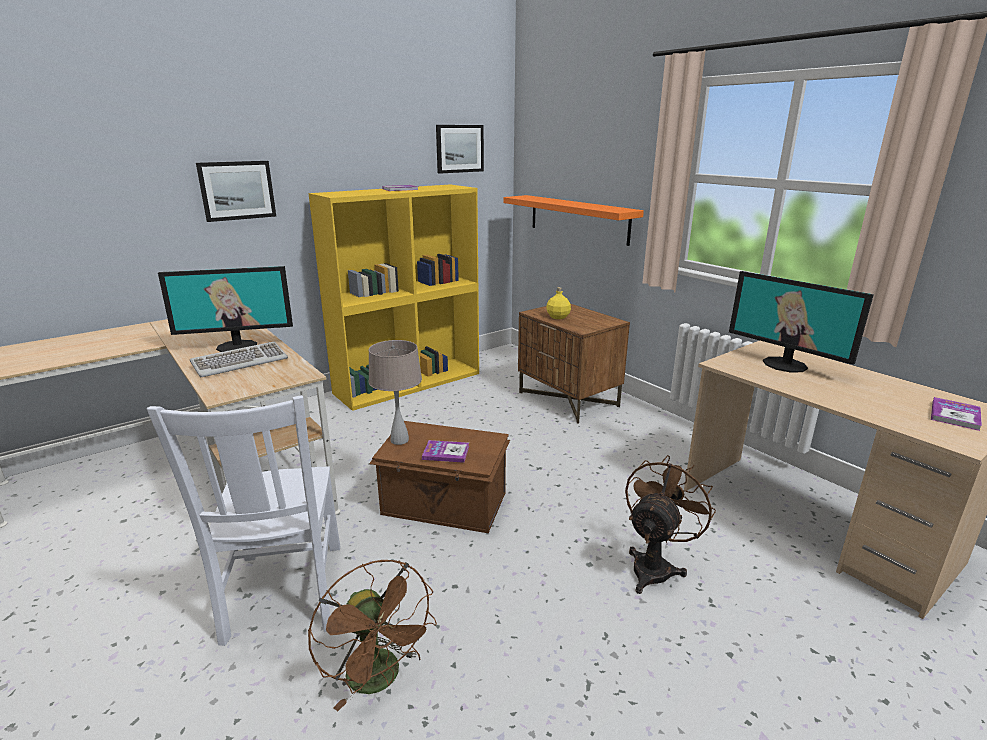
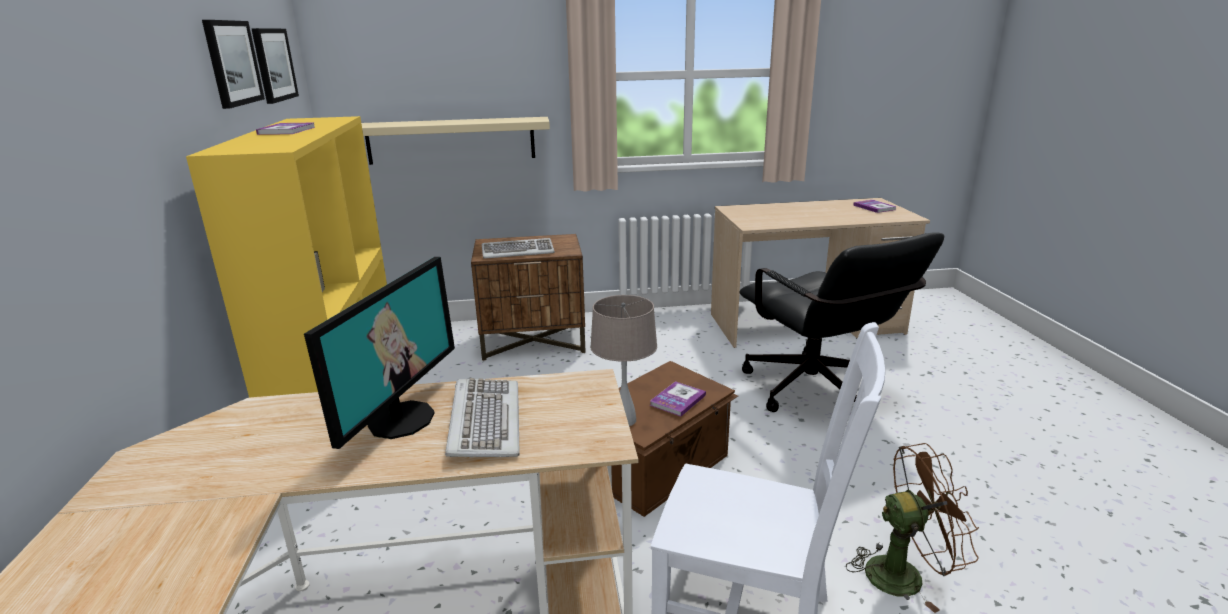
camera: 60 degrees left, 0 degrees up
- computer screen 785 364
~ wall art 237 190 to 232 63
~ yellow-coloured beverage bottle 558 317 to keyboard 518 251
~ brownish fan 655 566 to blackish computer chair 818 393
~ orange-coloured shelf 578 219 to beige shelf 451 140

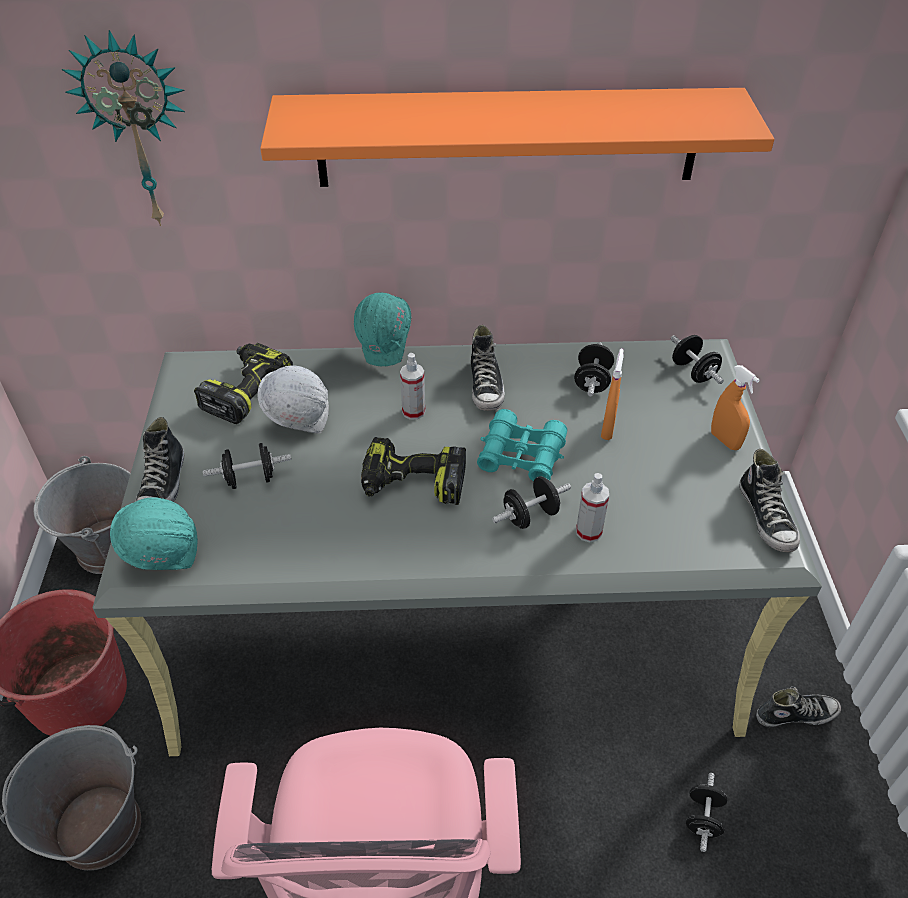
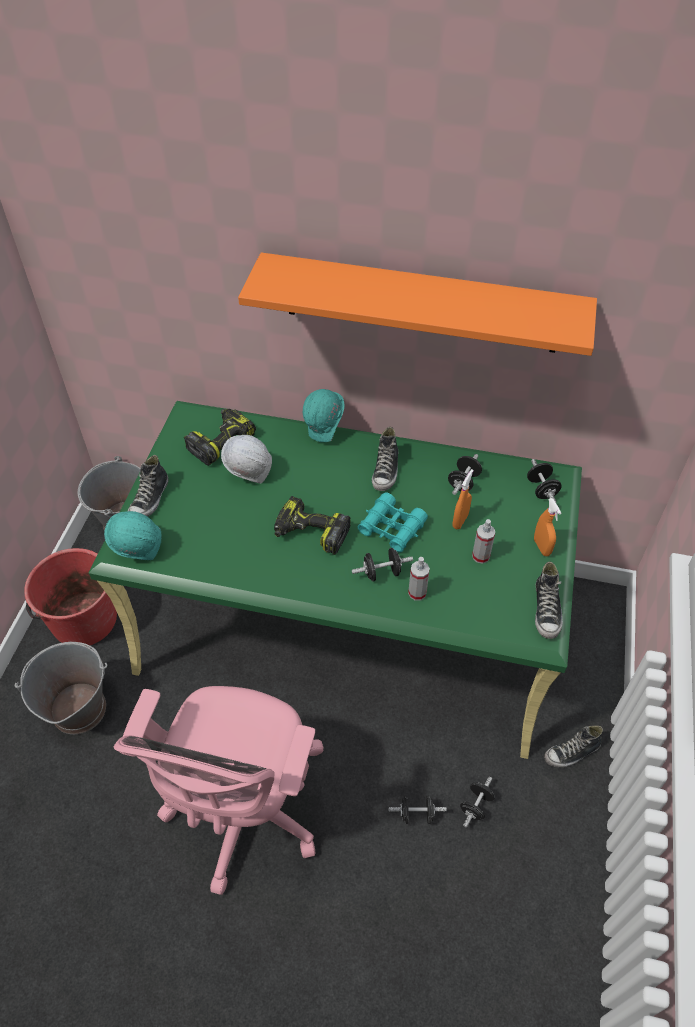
camera: 15 degrees right, 5 degrees up
- hanging clock 138 131
~ blackish hand weight 250 479 to 416 814
~ hand sprayer 413 411 to 481 556
~ gray desk 456 616 to green desk 349 625
~ shoe 795 714 = 572 753 150 degrees clockwise

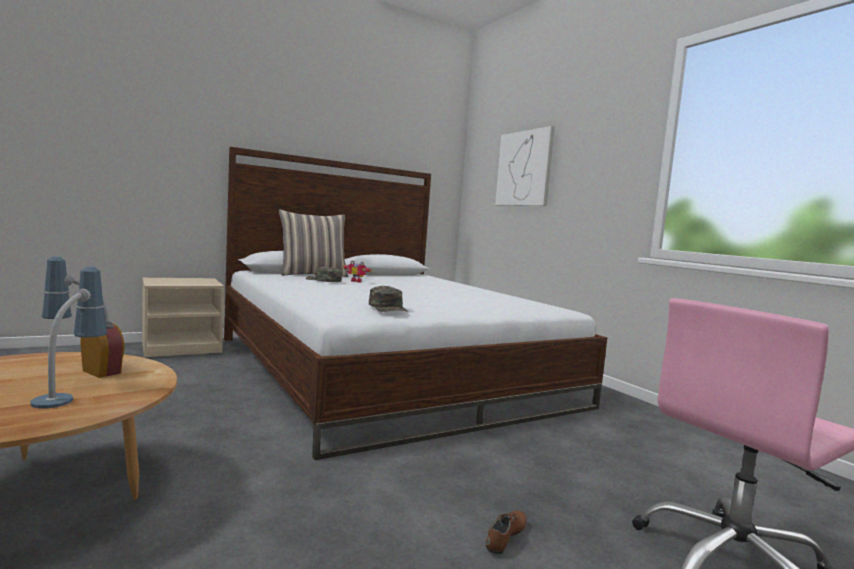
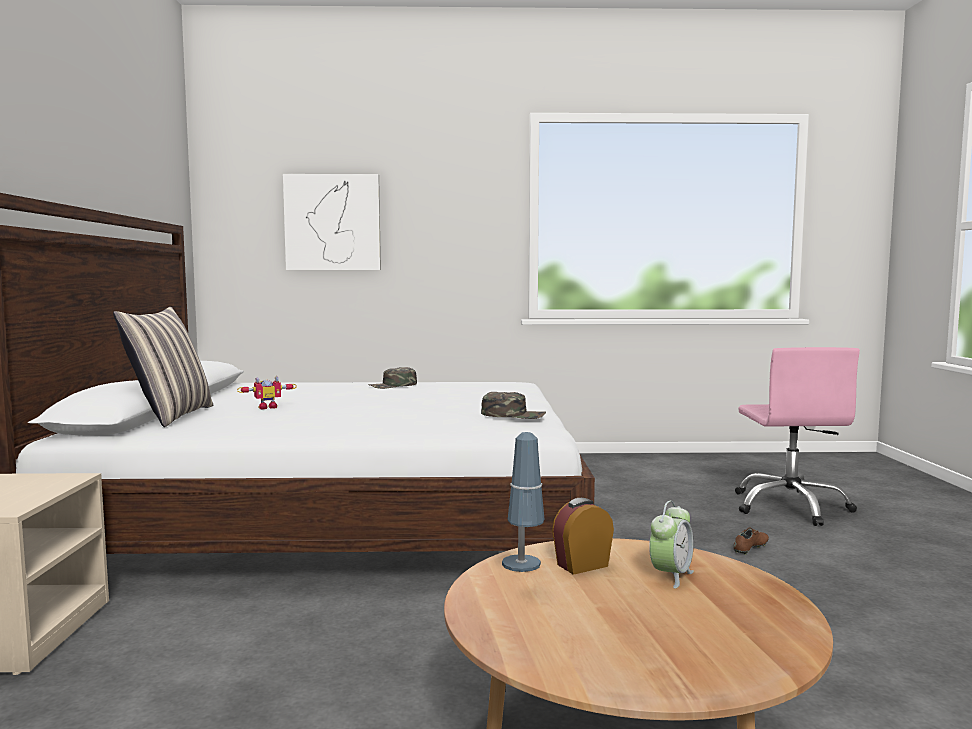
camera: 60 degrees left, 0 degrees up
~ green cap 323 280 to 393 386
~ lamp for a table 71 394 to alarm clock 670 576
~ brownish shoe 506 538 = 751 548 75 degrees clockwise

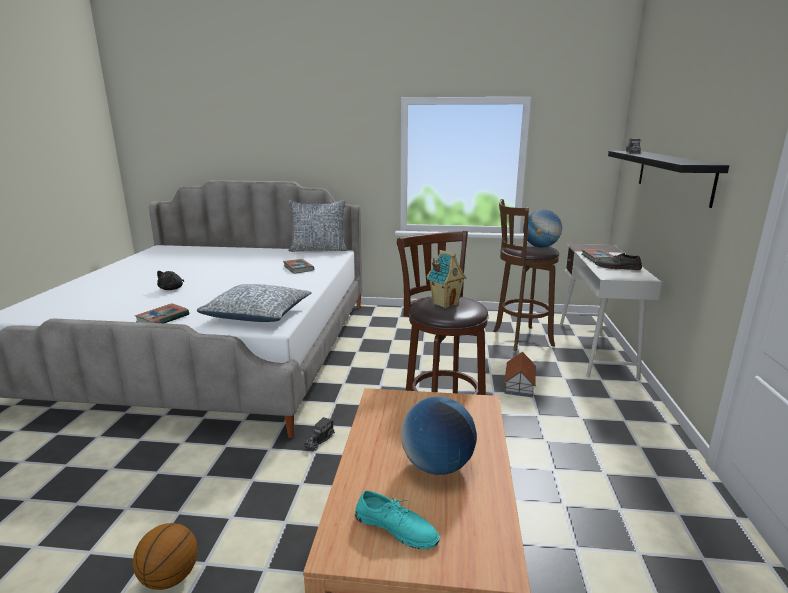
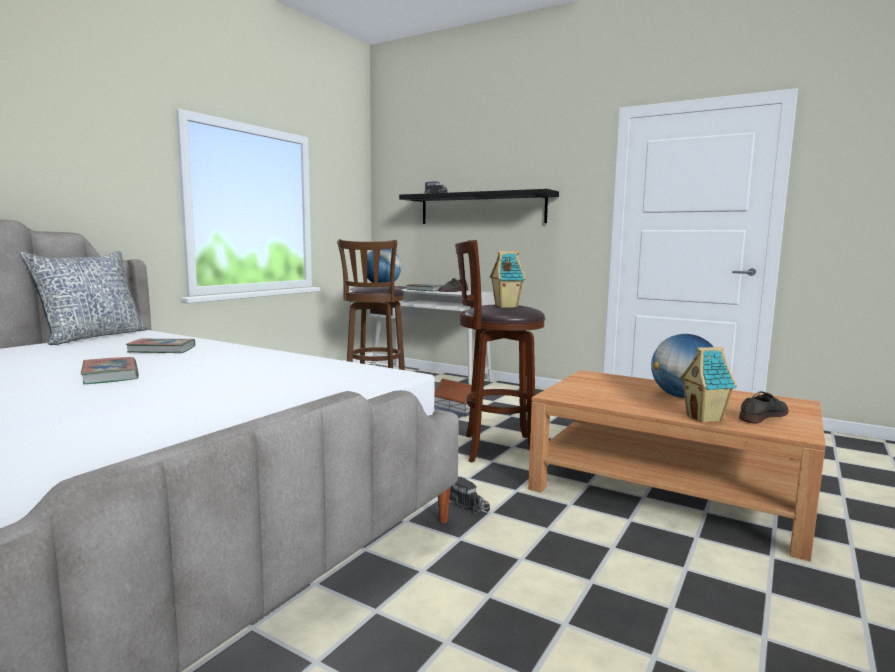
camera: 65 degrees left, 10 degrees down
- basketball 170 578
- blackish cuddly toy 172 289
- throw pillow 258 314
+ miniature house 705 418
~ bound book 163 318 to 110 375
~ turquoise shoe 396 527 to gray shoe 762 416

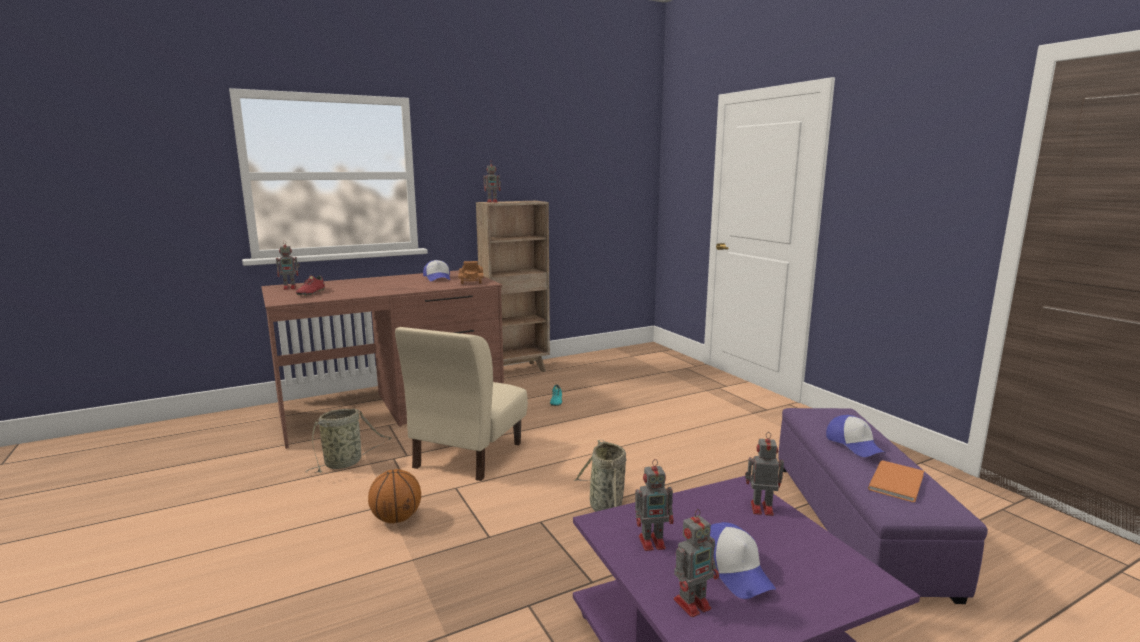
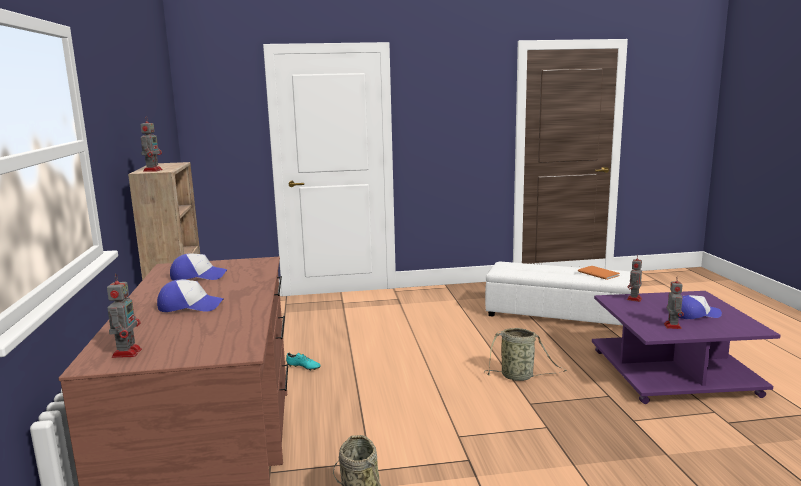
camera: 70 degrees left, 0 degrees up
- reddish shoe 311 293
- basketball 396 518
- beige upright chair 467 455
- toy truck 472 280
- toy robot 693 603
~ cap 854 444 to 190 306
~ purple footrest 857 523 to white footrest 559 315

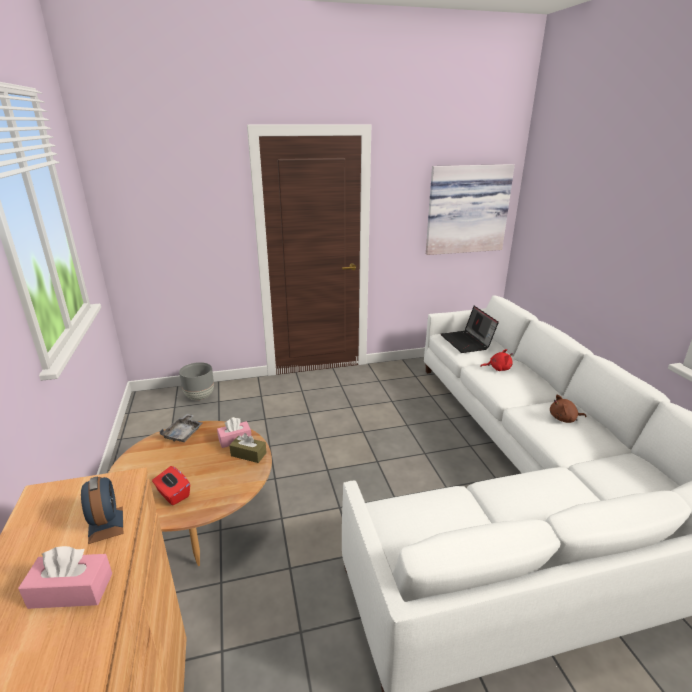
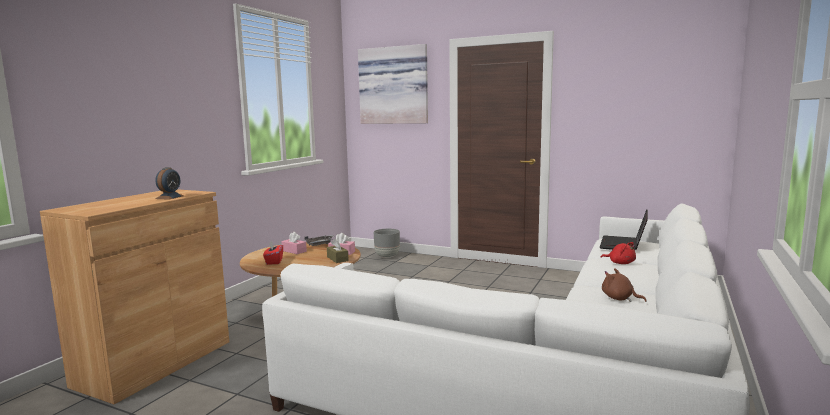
camera: 40 degrees right, 15 degrees down
~ pink tissue box 71 590 to 294 251
~ wall art 466 209 to 394 85

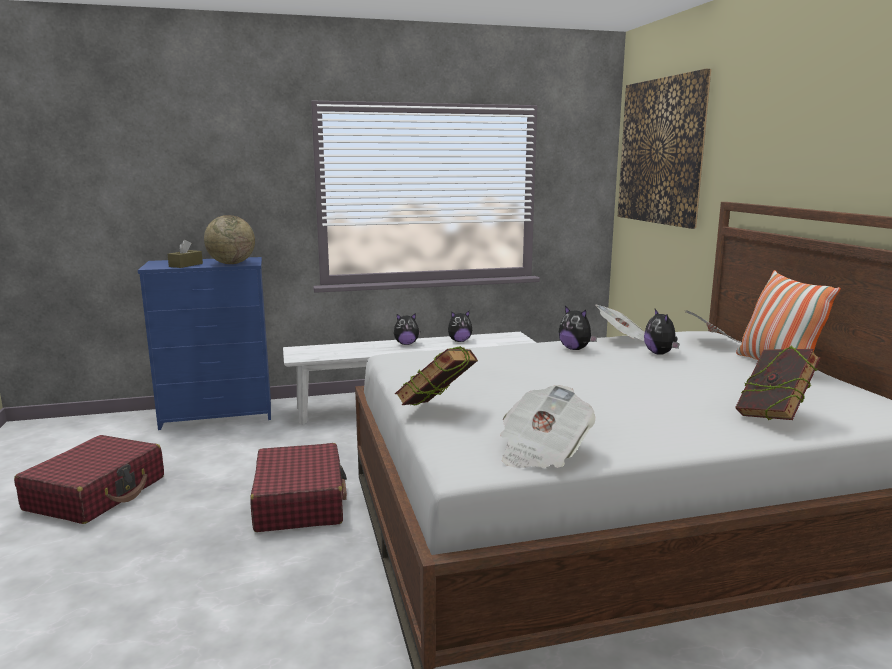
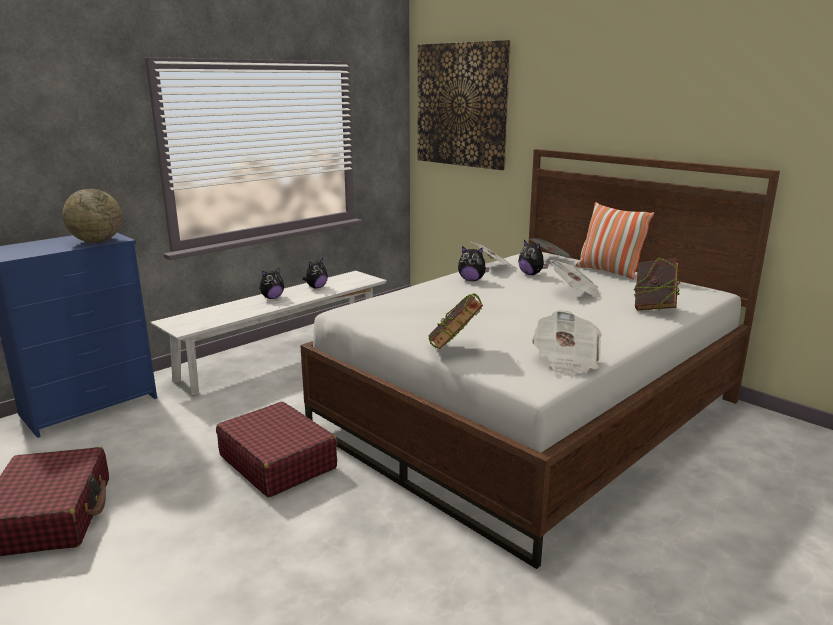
camera: 30 degrees left, 5 degrees up
- brownish tissue box 186 265
+ newspaper 576 293

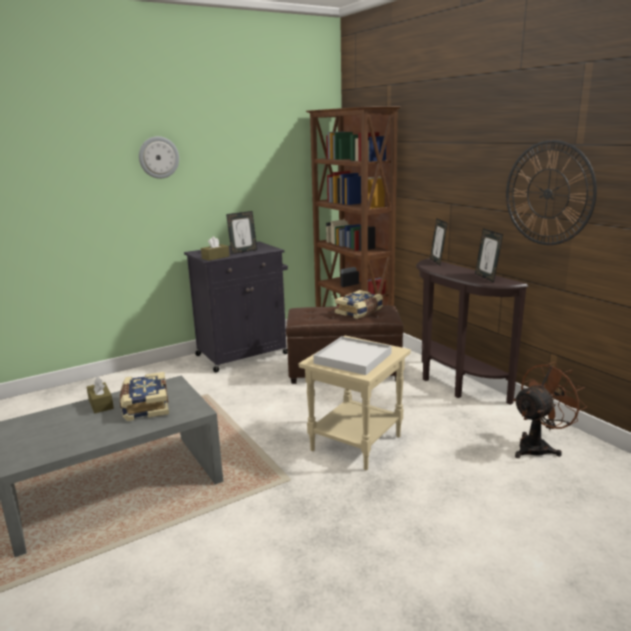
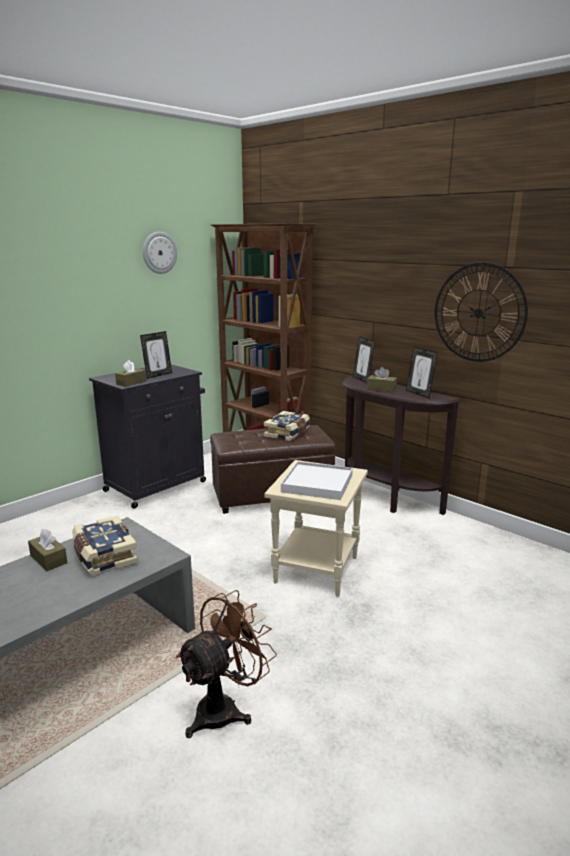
camera: 15 degrees left, 0 degrees up
+ brownish tissue box 381 389
~ hanging clock 158 157 to 159 252
~ brownish fan 538 446 to 225 708

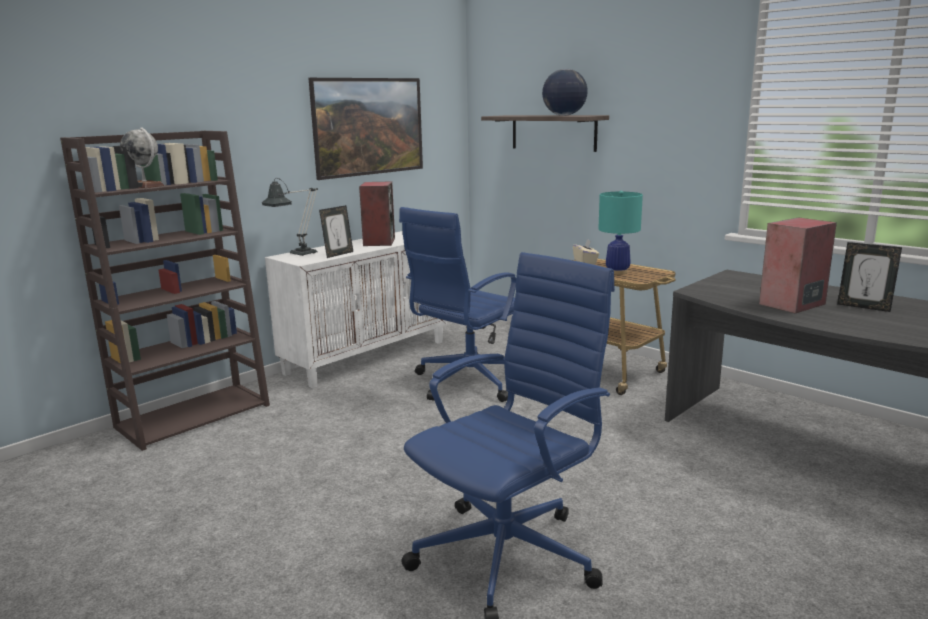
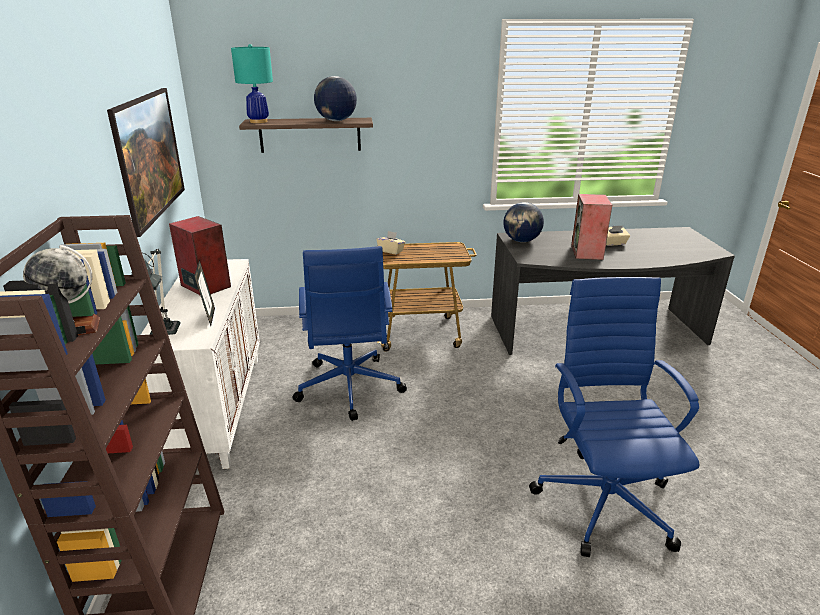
camera: 50 degrees left, 10 degrees up
+ desk globe 521 241
~ turquoise lamp for a table 617 272 to 258 121
~ photo frame 864 307 to beige tissue box 613 243

